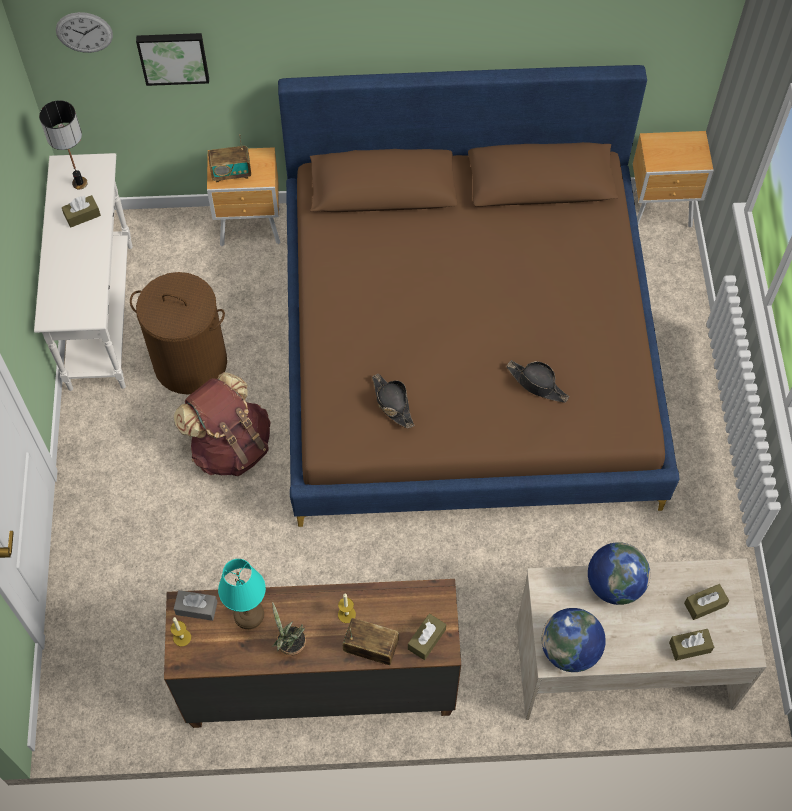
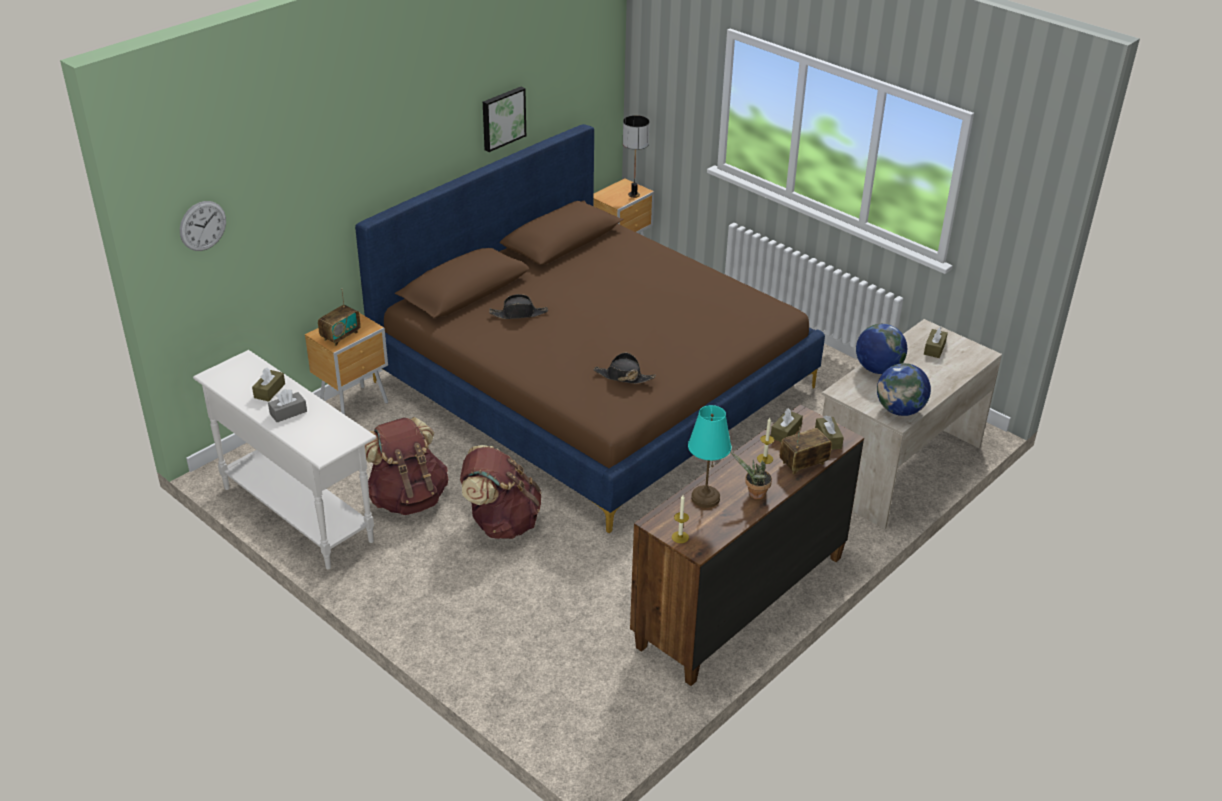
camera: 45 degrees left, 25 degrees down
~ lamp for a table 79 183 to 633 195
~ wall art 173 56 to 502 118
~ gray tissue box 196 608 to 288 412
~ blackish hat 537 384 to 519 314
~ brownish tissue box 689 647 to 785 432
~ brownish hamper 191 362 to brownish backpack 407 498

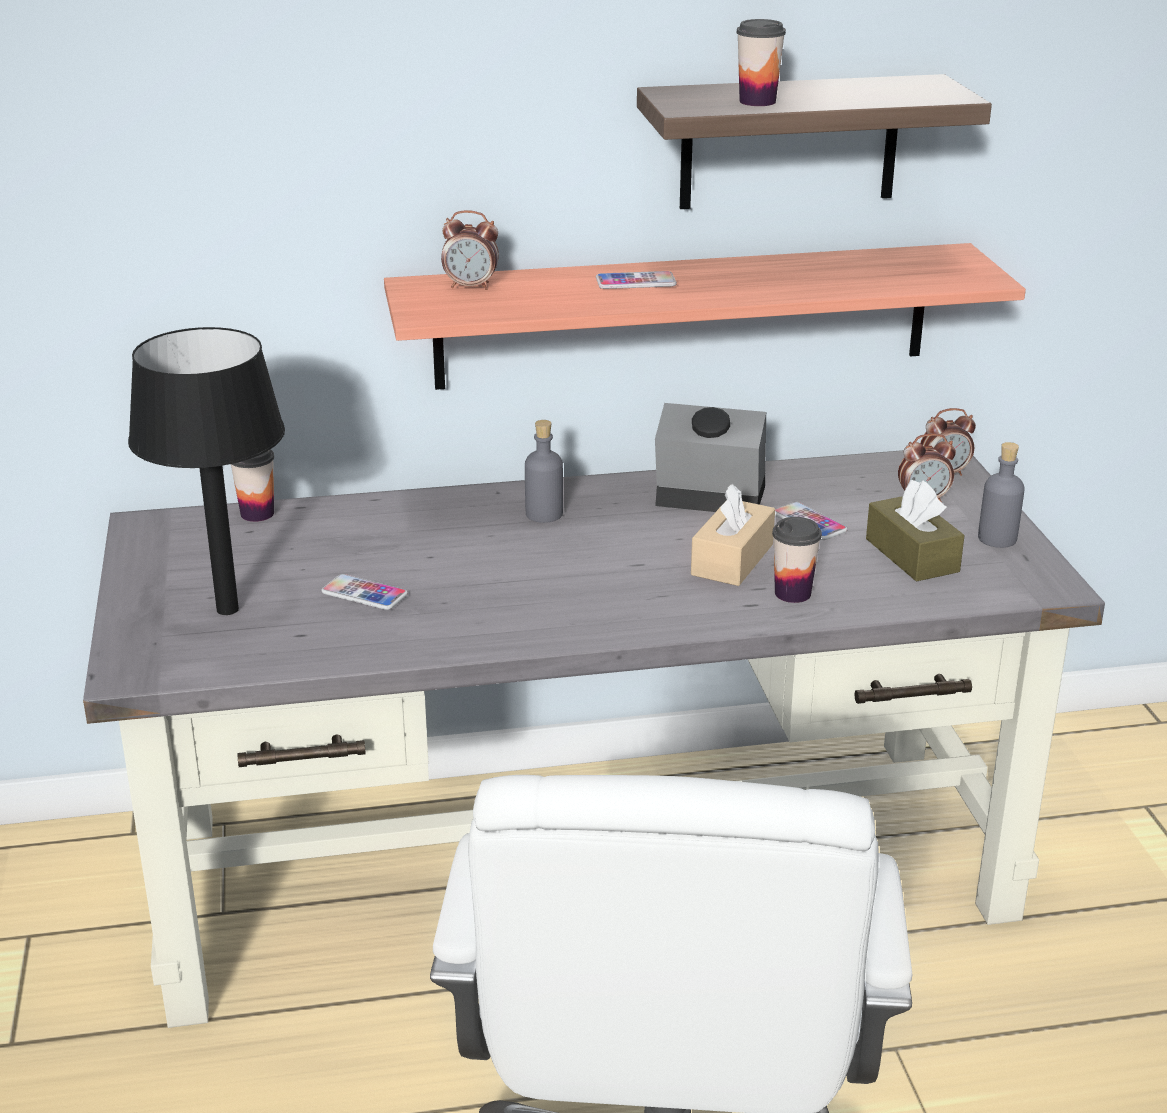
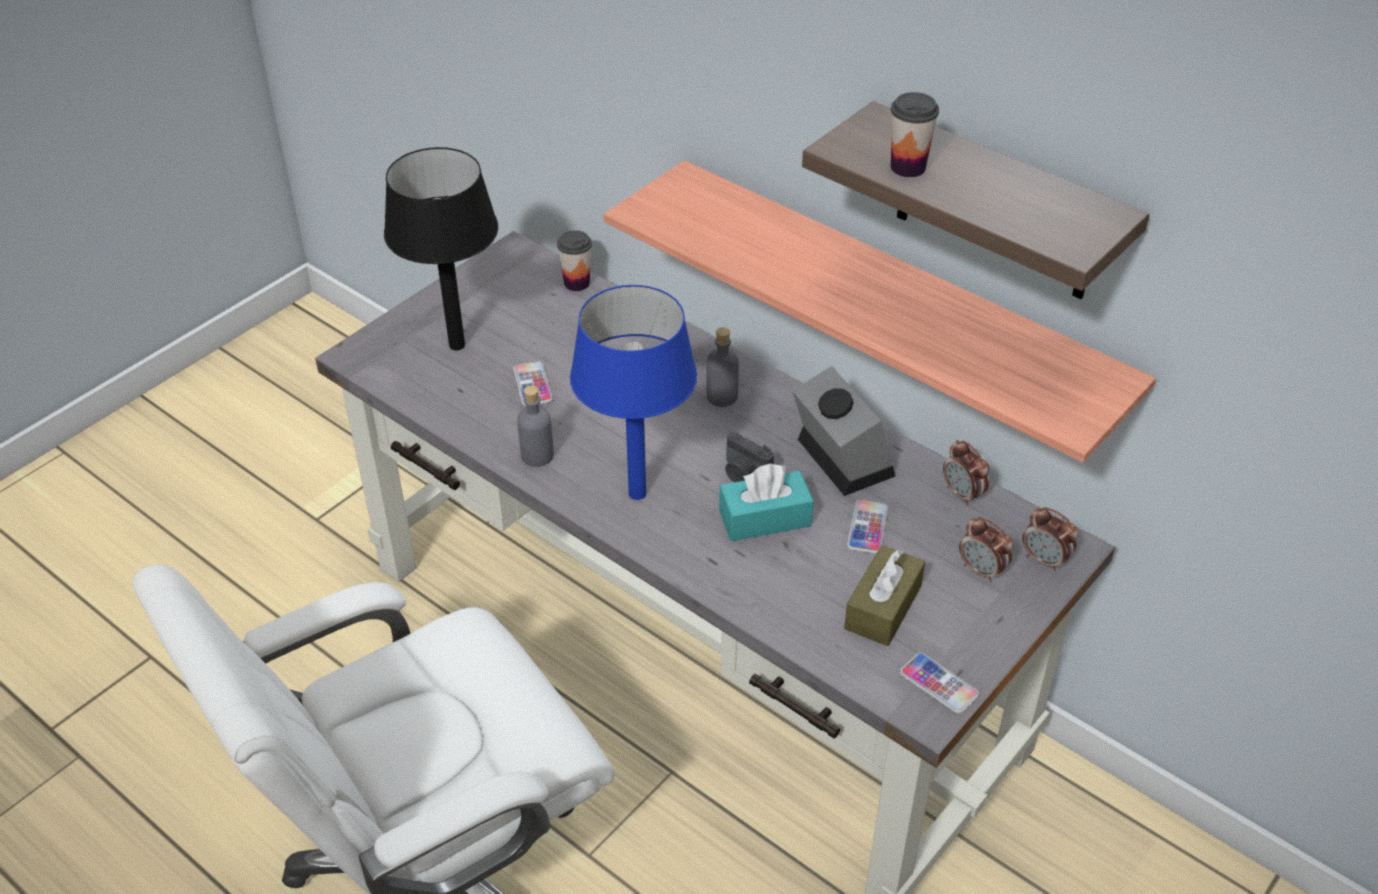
camera: 50 degrees right, 15 degrees up
- drinking cup 792 593
+ bluish lamp for a table 637 492
+ photo camera 744 473
~ alarm clock 471 286 to 962 494
~ telephone 635 282 to 938 684
~ gray beverage bottle 997 538 to 537 455
~ beige tissue box 732 559 to turquoise tissue box 765 518

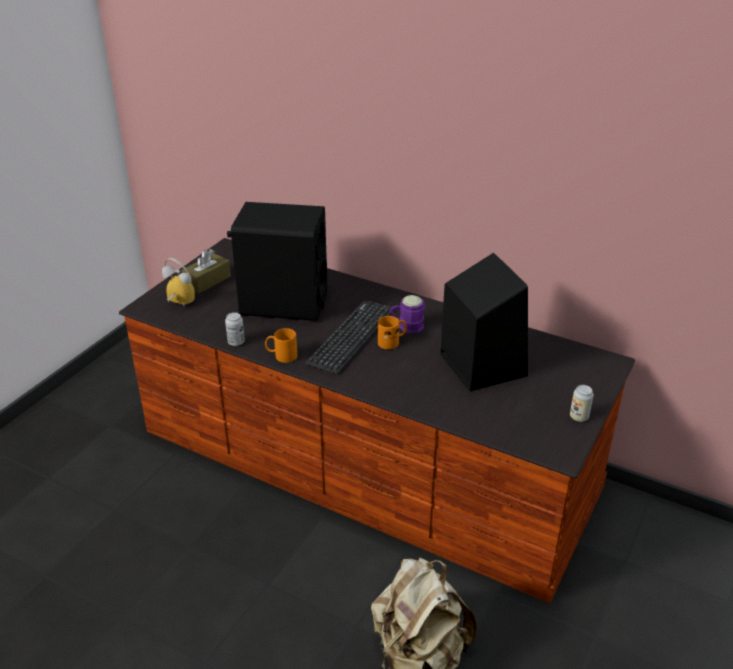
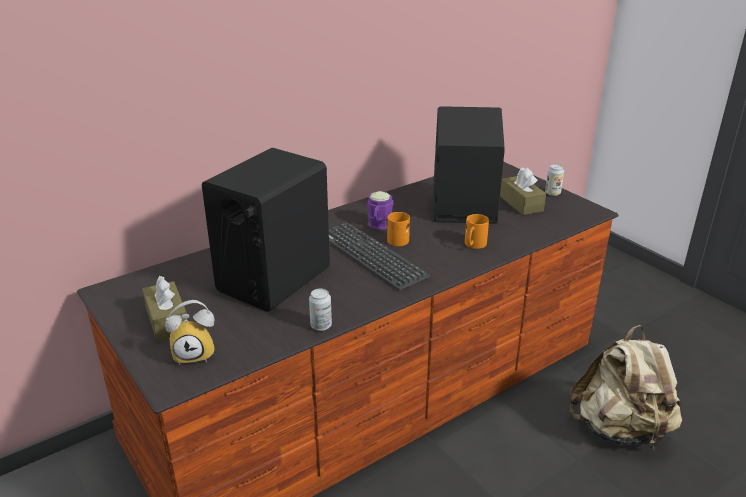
camera: 65 degrees left, 5 degrees down
+ brownish tissue box 521 203
~ orange-coloured mug 281 356 to 474 245
~ alarm clock 177 304 = 196 354 150 degrees counterclockwise

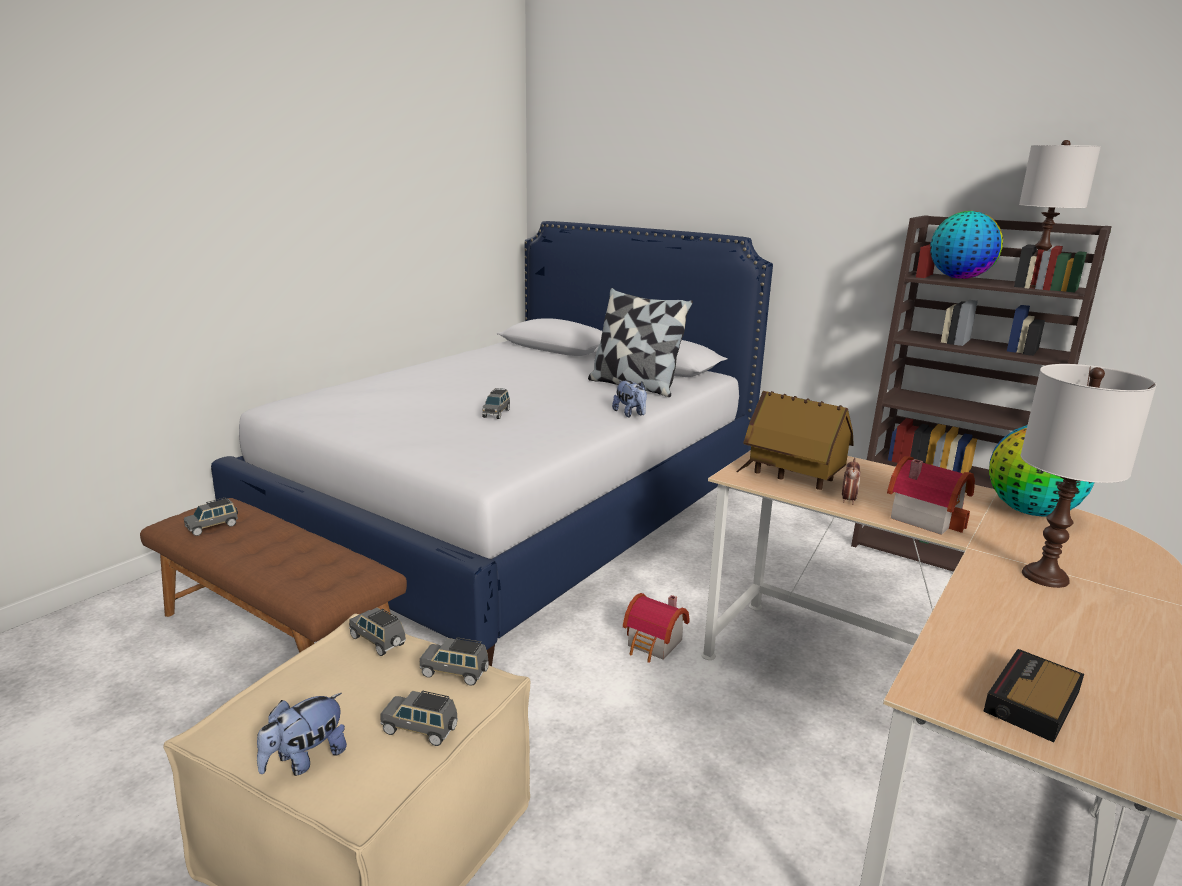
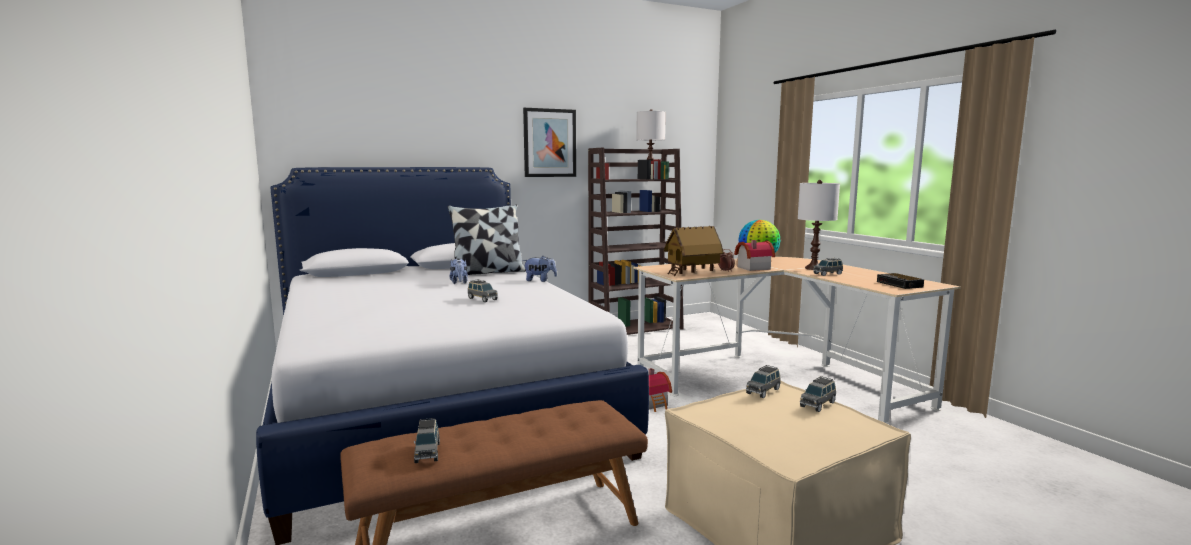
camera: 60 degrees left, 10 degrees down
- desk globe 959 278
+ wall art 549 143
~ cuddly toy 305 760 to 459 282
~ gray miniature car 378 641 to 828 274

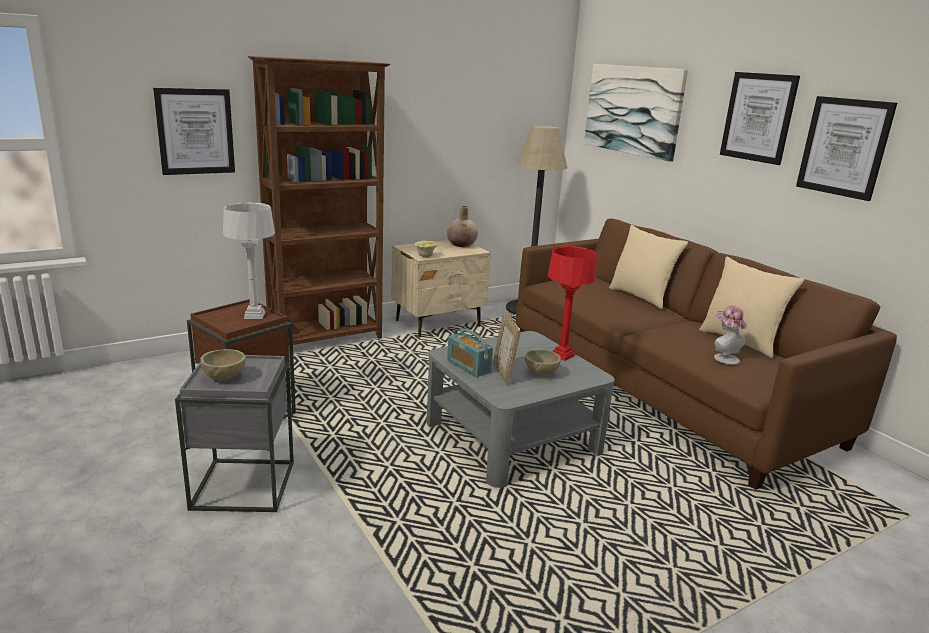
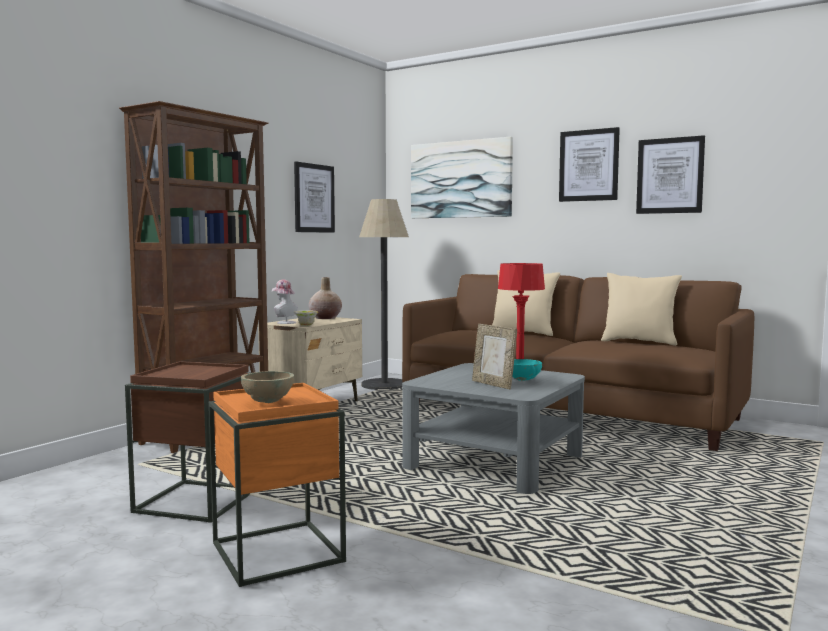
camera: 25 degrees left, 15 degrees down
- gray lamp for a table 254 315
- radio receiver 468 366
~ wall art 195 131 to 314 198
~ hat 723 357 to 284 322
~ gray end table 244 485 to orange-coloured end table 278 552
~ beige bowl 541 373 to turquoise bowl 523 380

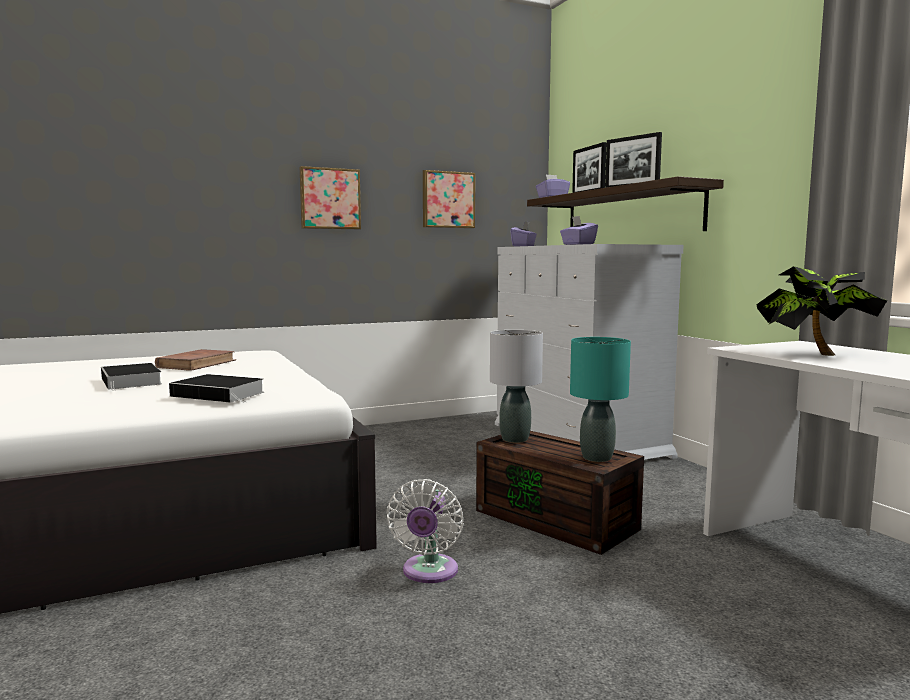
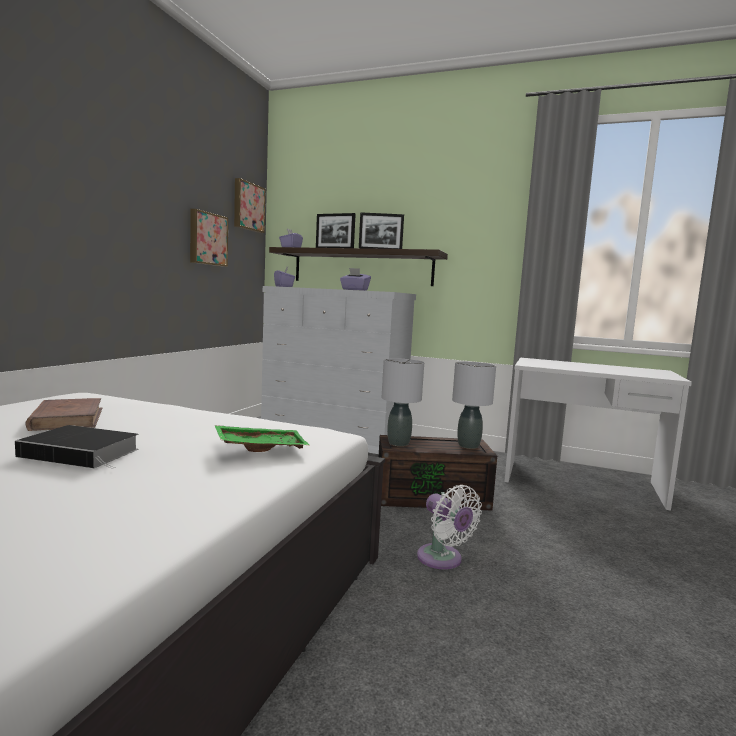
camera: 45 degrees left, 0 degrees up
- plant in a pot 812 354
~ wall art 329 199 to 248 206
~ bound book 221 394 to green serving tray 261 447
~ turquoise lamp for a table 596 458 to gray lamp for a table 468 446

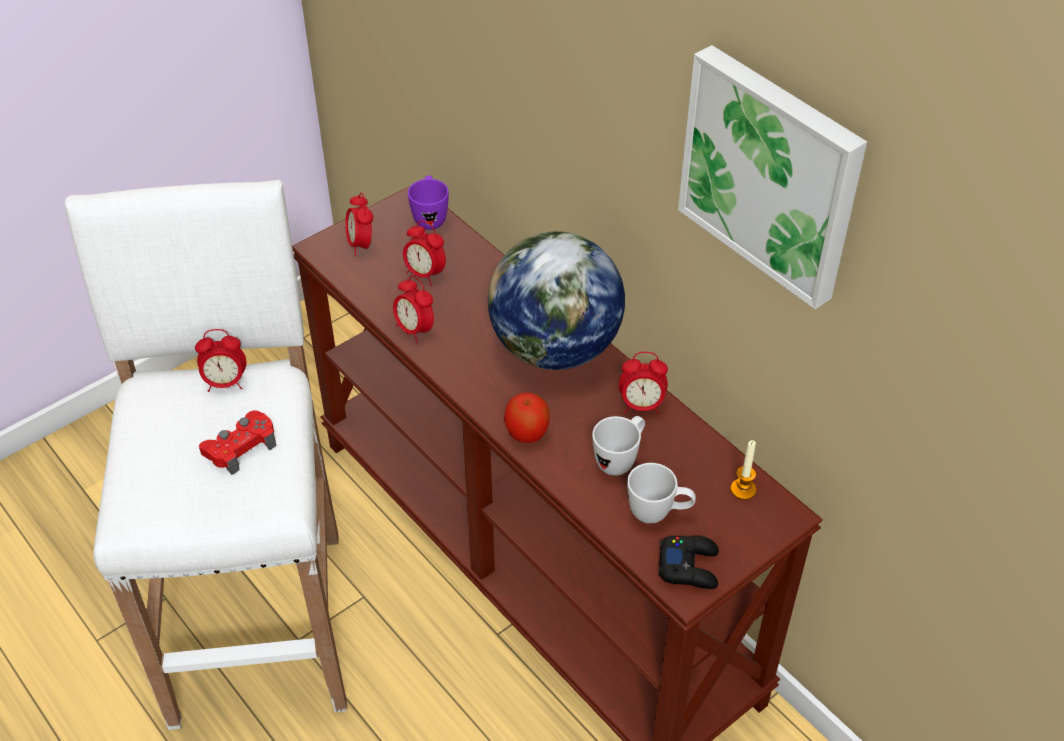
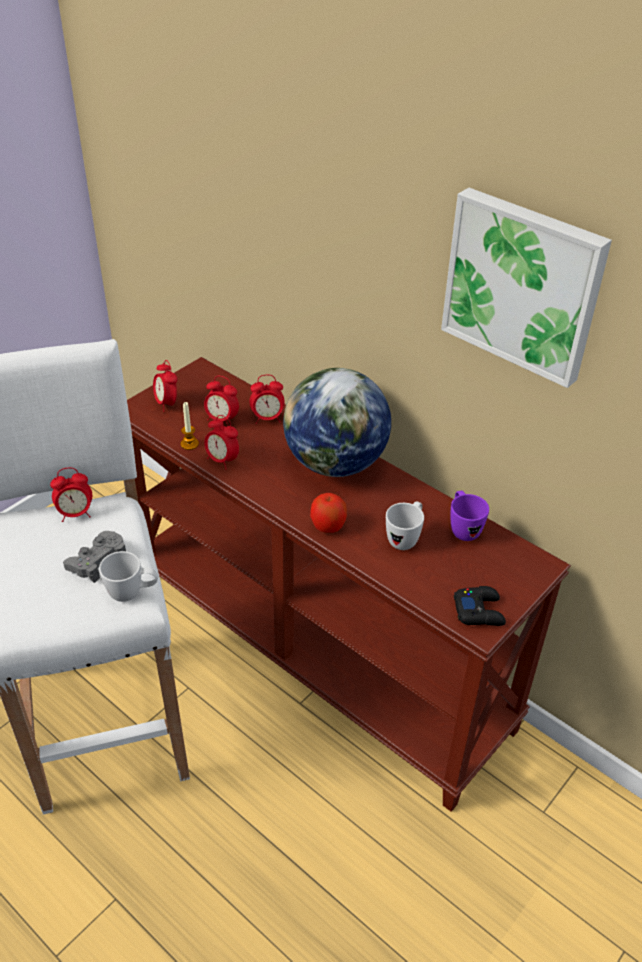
camera: 10 degrees left, 5 degrees down
~ purple mug 430 217 to 463 528
~ alarm clock 641 405 to 267 418
~ white mug 658 513 to 132 593
~ wax candle 743 489 to 189 444
~ reddish gamepad 240 447 to gray gamepad 97 561

